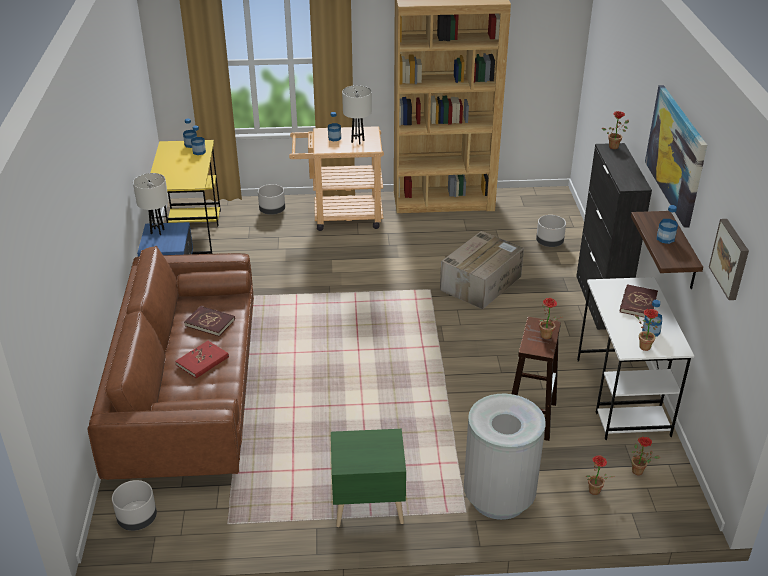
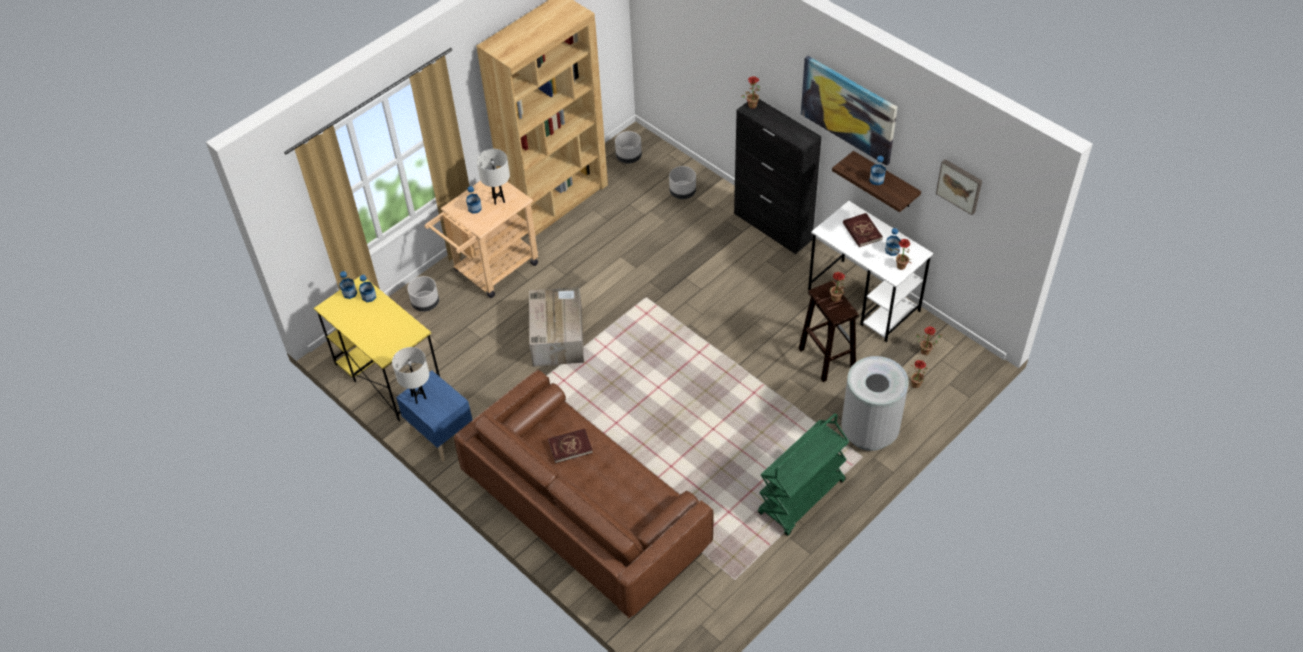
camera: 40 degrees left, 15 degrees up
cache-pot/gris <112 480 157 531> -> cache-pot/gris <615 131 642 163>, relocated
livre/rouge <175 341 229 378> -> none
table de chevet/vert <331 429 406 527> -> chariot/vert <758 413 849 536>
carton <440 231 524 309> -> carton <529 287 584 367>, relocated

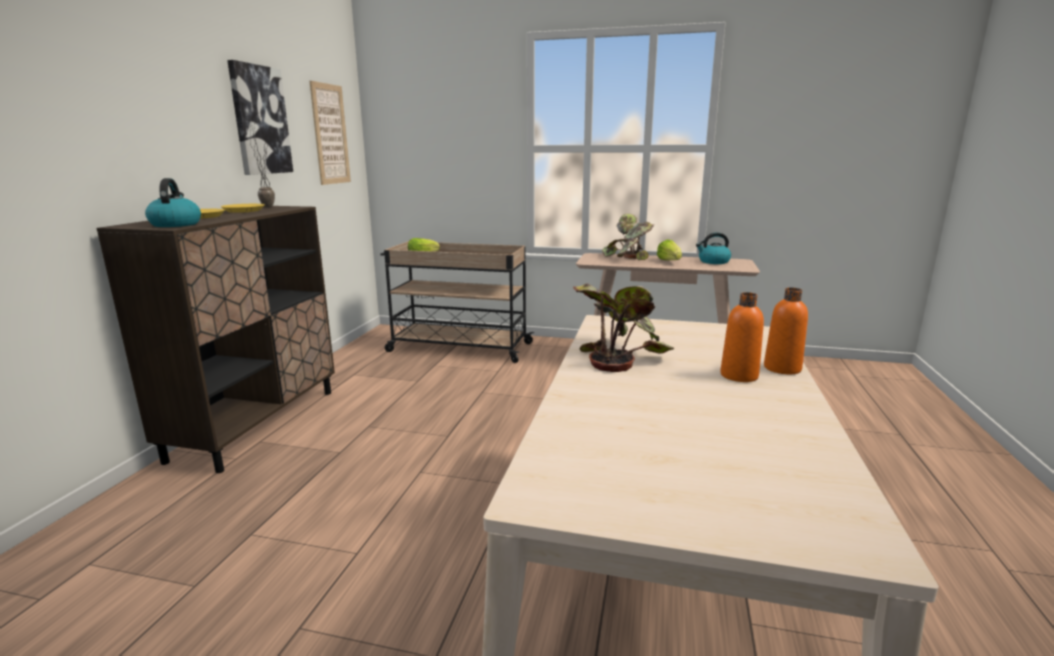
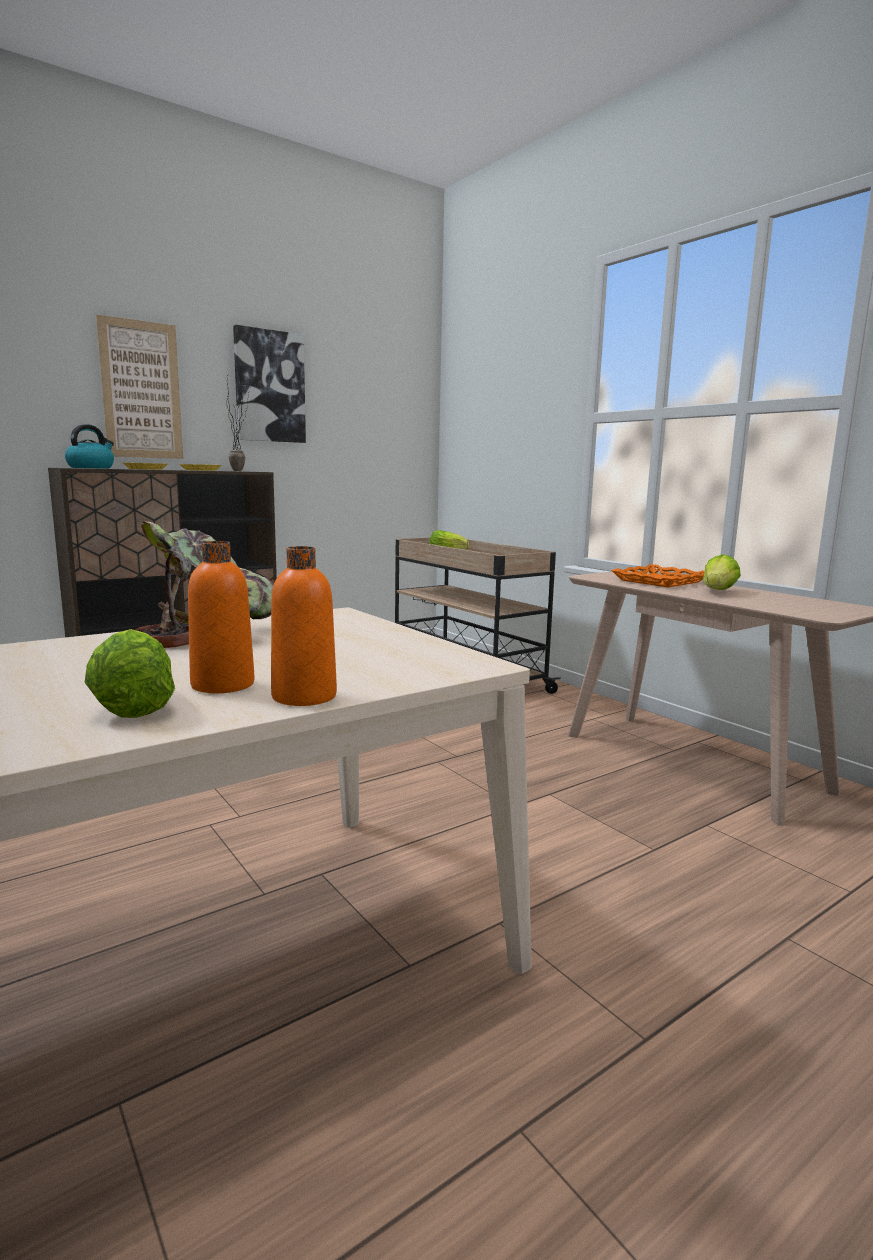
camera: 40 degrees right, 5 degrees down
tableau <310 81 351 185> -> tableau <96 314 183 459>, relocated
plante en pot <602 213 654 260> -> plateau/orange <611 564 705 588>
bouilloire <696 232 731 264> -> none
none -> laitue <85 629 175 718>

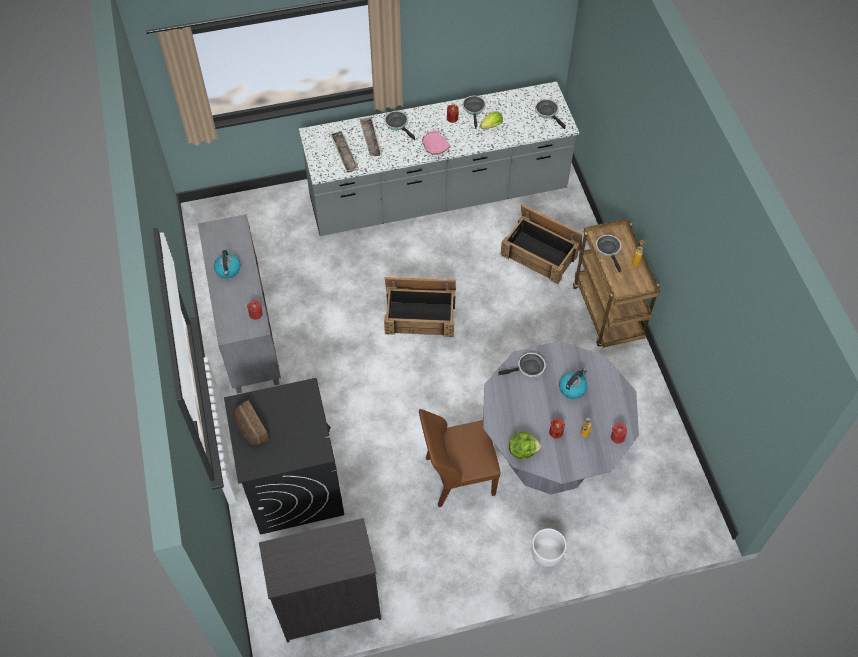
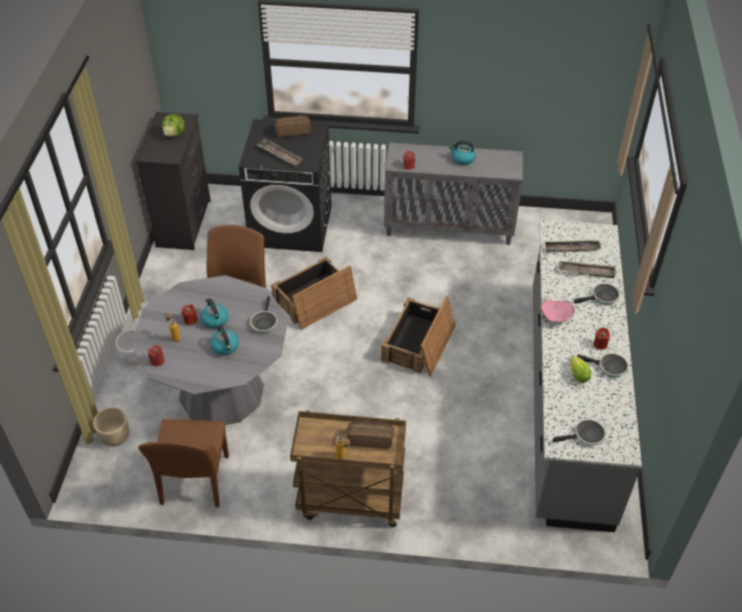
camera: 110 degrees right, 10 degrees down
caisse <500 204 582 284> -> caisse <271 256 357 330>, relocated
laitue <509 431 541 459> -> laitue <162 114 185 137>, relocated
poêle <596 235 621 273> -> pain <347 420 394 449>
none -> cache-pot/beige <93 407 129 447>
none -> chaise/marron <138 419 229 507>
none -> bouilloire <200 298 228 329>
none -> plateau <257 139 302 167>

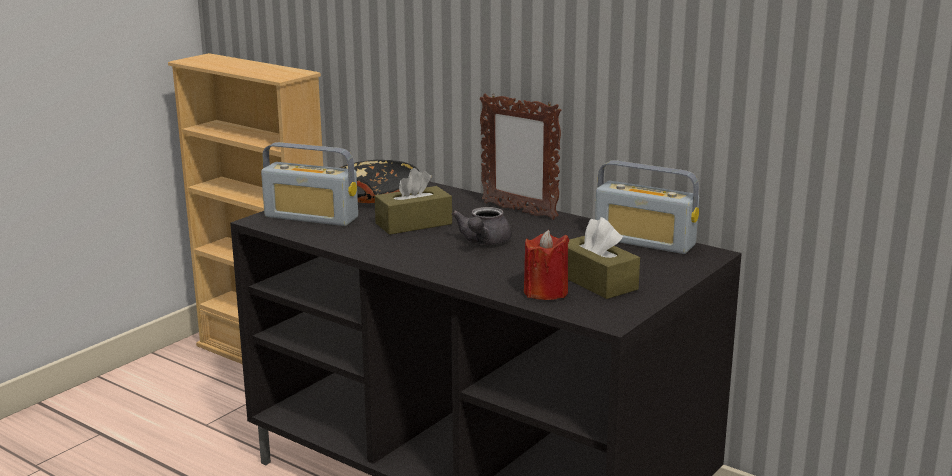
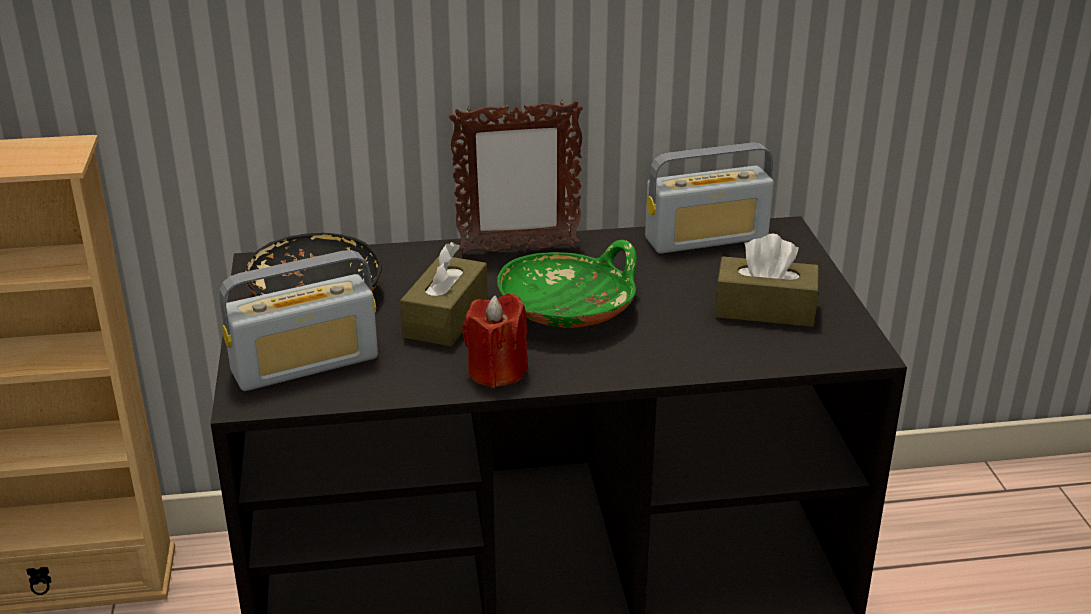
camera: 45 degrees left, 10 degrees up
théière/gris <452 207 512 245> -> bol/vert <497 240 637 328>
bougie/rouge <524 230 569 300> -> bougie/rouge <462 293 528 388>, relocated

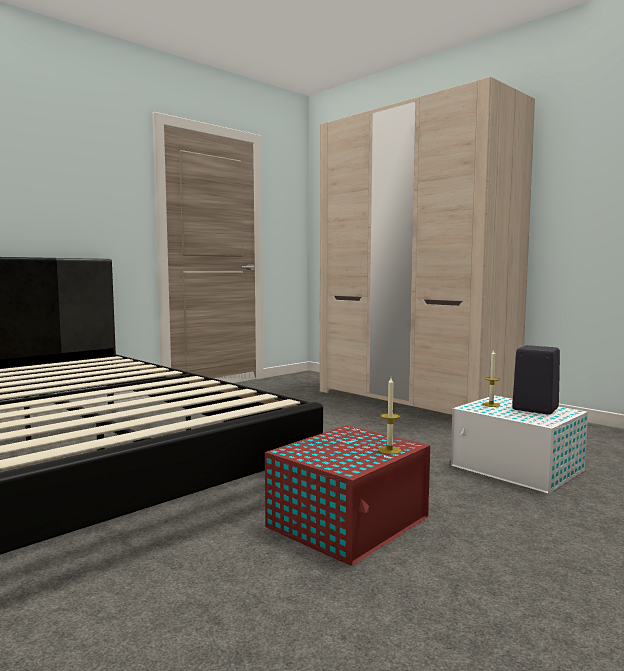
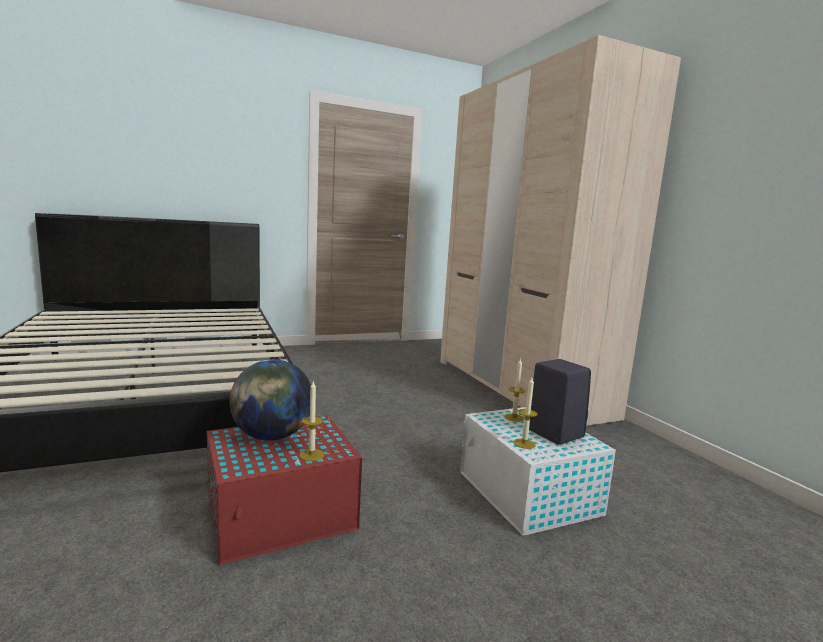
camera: 20 degrees right, 5 degrees up
none -> globe <230 359 311 441>
none -> bougie <514 378 538 449>

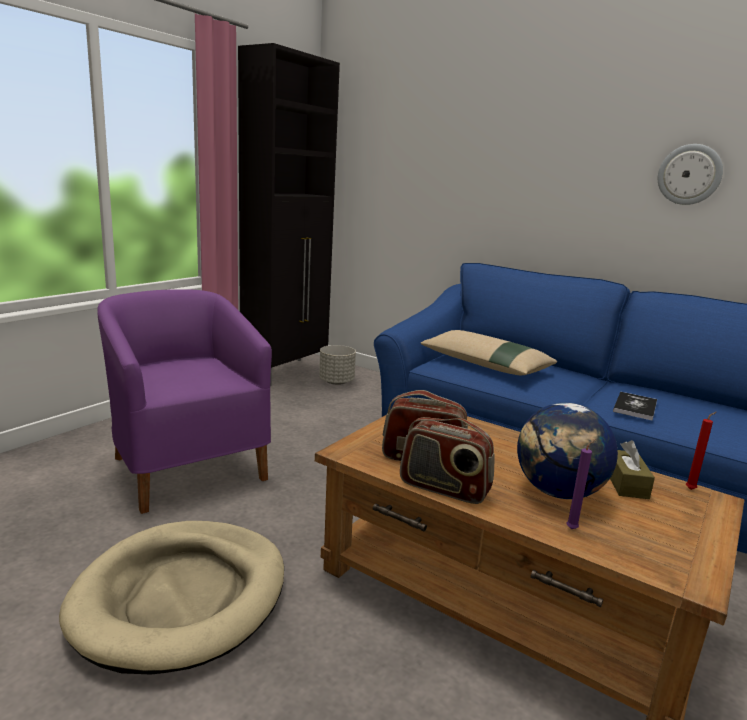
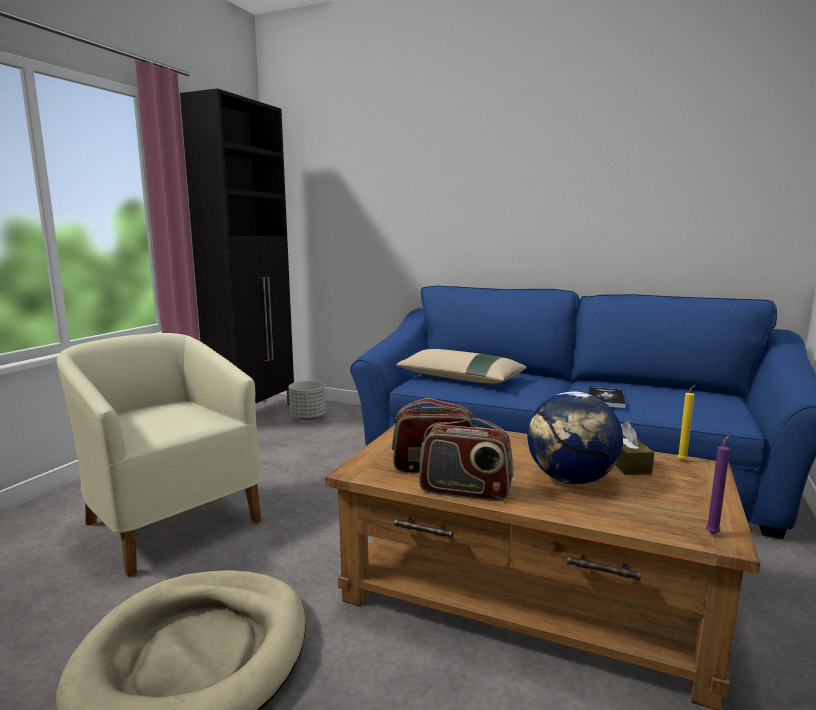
camera: 10 degrees left, 5 degrees down
fauteuil/violet <97 289 272 514> -> fauteuil/beige <57 333 261 577>
bougie/violet <567 439 596 529> -> bougie/violet <706 435 730 534>, relocated
horloge murale <658 144 723 205> -> none
bougie/rouge <686 412 716 490> -> bougie/jaune <678 385 695 461>

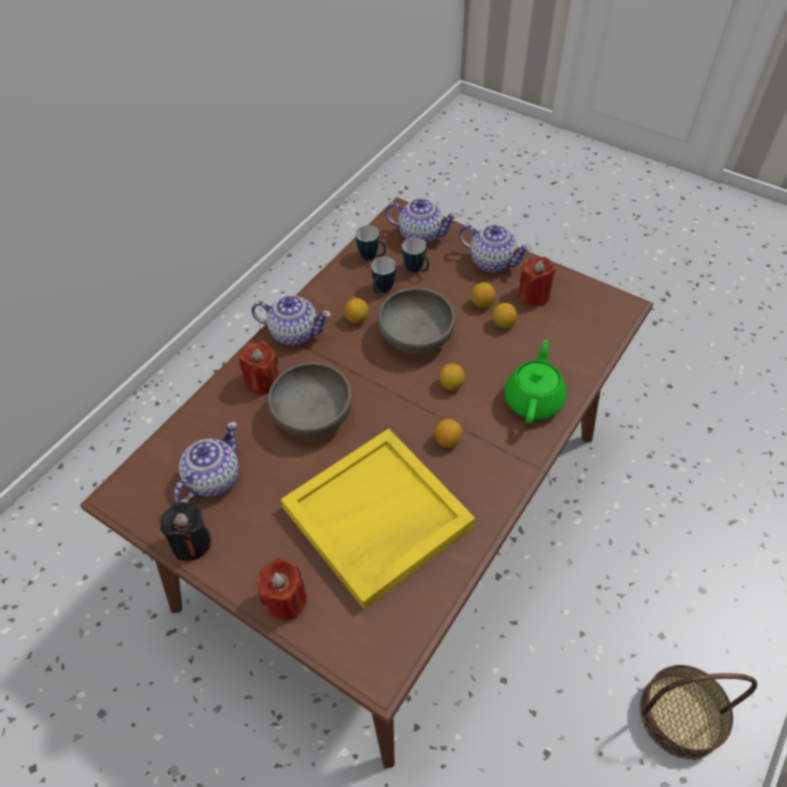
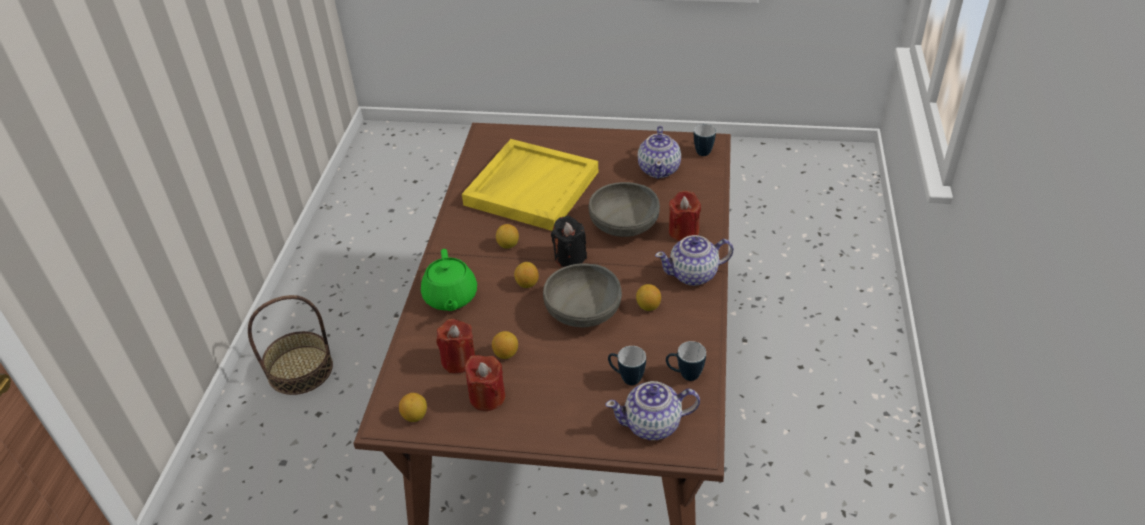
camera: 155 degrees right, 10 degrees down
bougie/noir <160 502 211 561> -> bougie/noir <551 216 587 267>, relocated
bougie/rouge <257 558 307 620> -> bougie/rouge <436 319 475 373>, relocated
mug <371 257 396 294> -> mug <694 124 716 156>, relocated
théière <459 224 531 273> -> none
citron <471 282 496 308> -> citron <399 393 427 422>, relocated

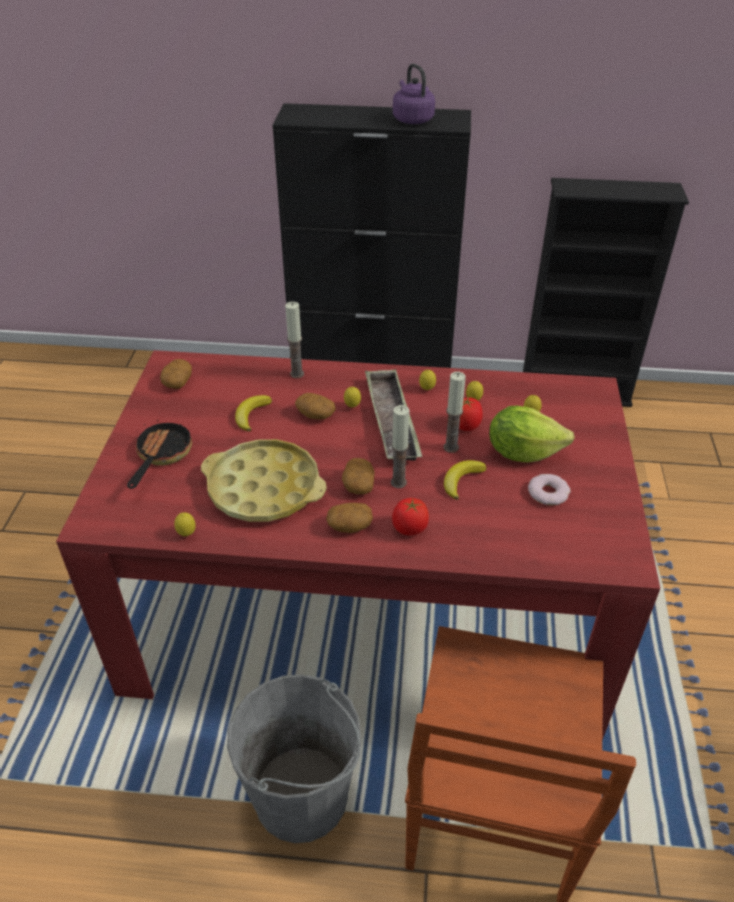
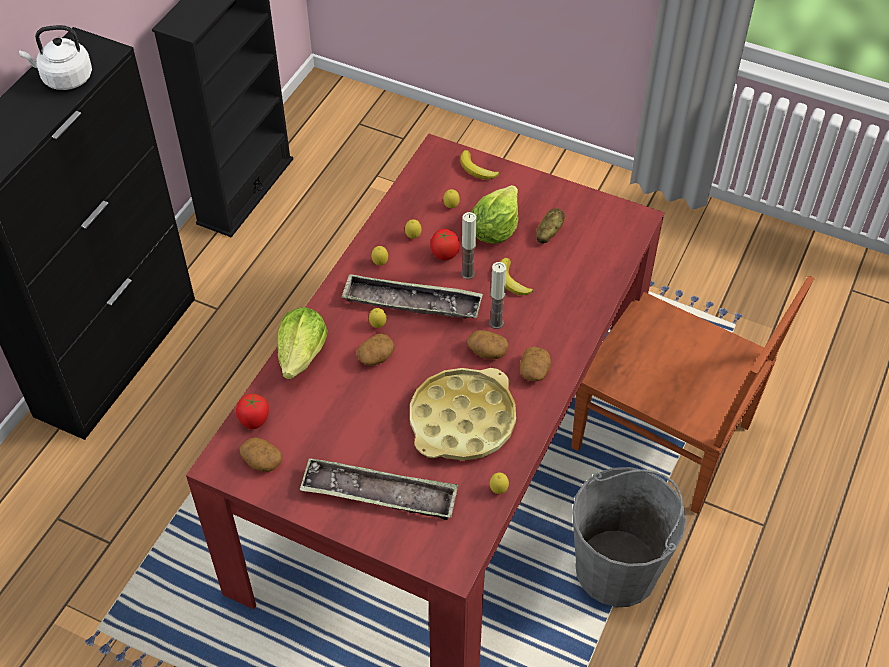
camera: 70 degrees left, 10 degrees up
poêle <127 419 192 489> -> plateau <300 458 458 520>
banane <235 395 272 432> -> banane <460 150 499 180>, relocated
bougie <285 302 304 378> -> laitue <277 307 328 379>
tomate <392 498 429 535> -> tomate <236 394 269 429>, relocated
bouilloire/violet <393 63 435 124> -> bouilloire/blanc <19 25 92 90>
beignet <528 474 571 505> -> pomme de terre <536 208 565 244>

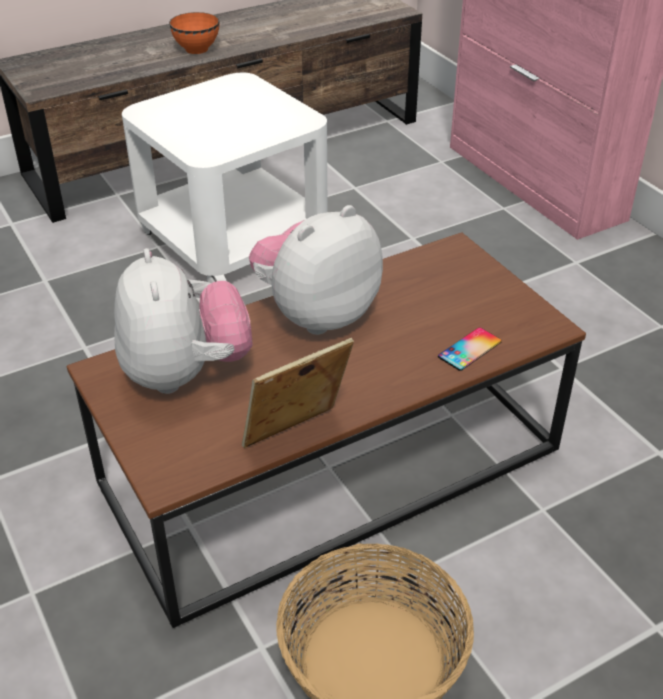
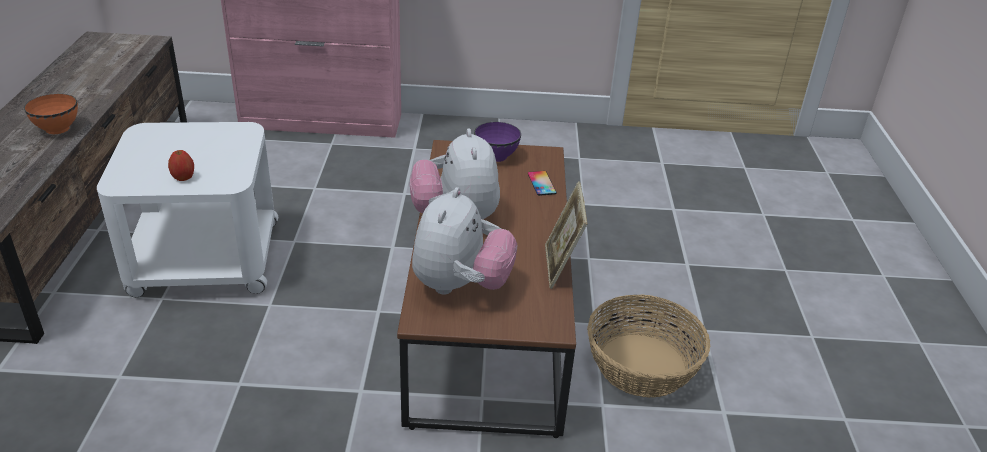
camera: 60 degrees left, 5 degrees down
peluche <114 248 253 394> -> peluche <412 187 518 295>, 90 degrees clockwise
none -> pomme <168 150 194 181>
none -> bol/violet <474 122 521 162>

